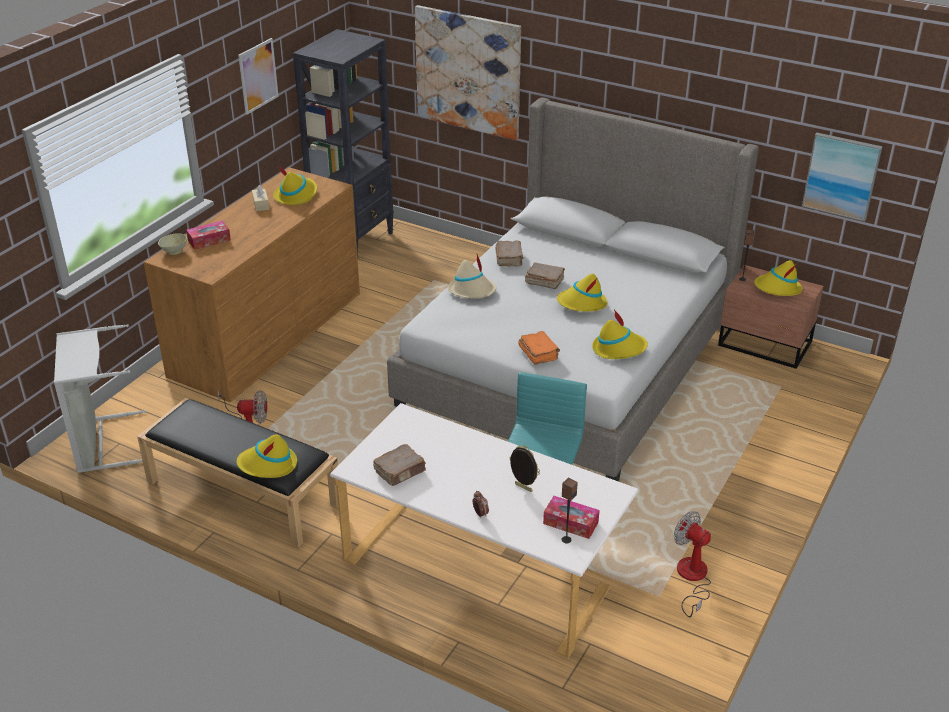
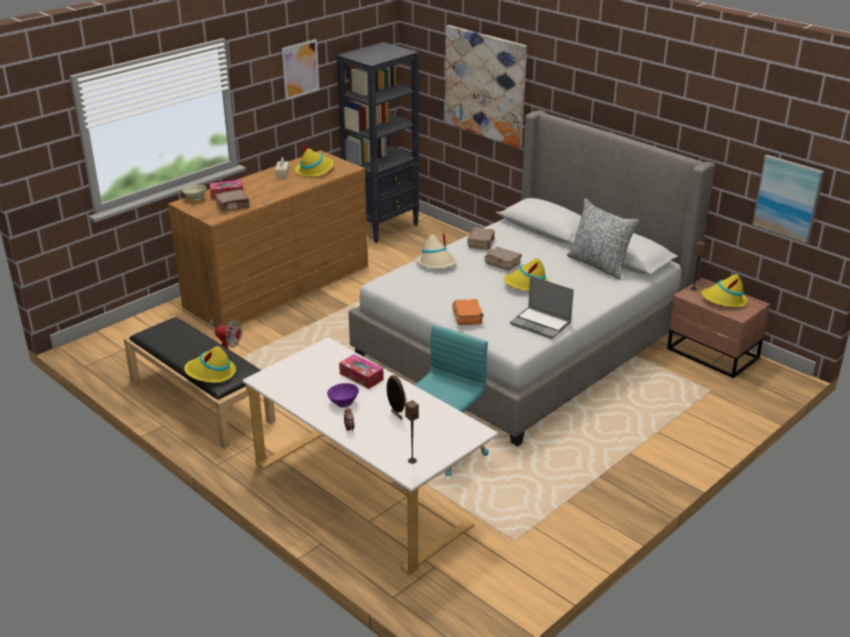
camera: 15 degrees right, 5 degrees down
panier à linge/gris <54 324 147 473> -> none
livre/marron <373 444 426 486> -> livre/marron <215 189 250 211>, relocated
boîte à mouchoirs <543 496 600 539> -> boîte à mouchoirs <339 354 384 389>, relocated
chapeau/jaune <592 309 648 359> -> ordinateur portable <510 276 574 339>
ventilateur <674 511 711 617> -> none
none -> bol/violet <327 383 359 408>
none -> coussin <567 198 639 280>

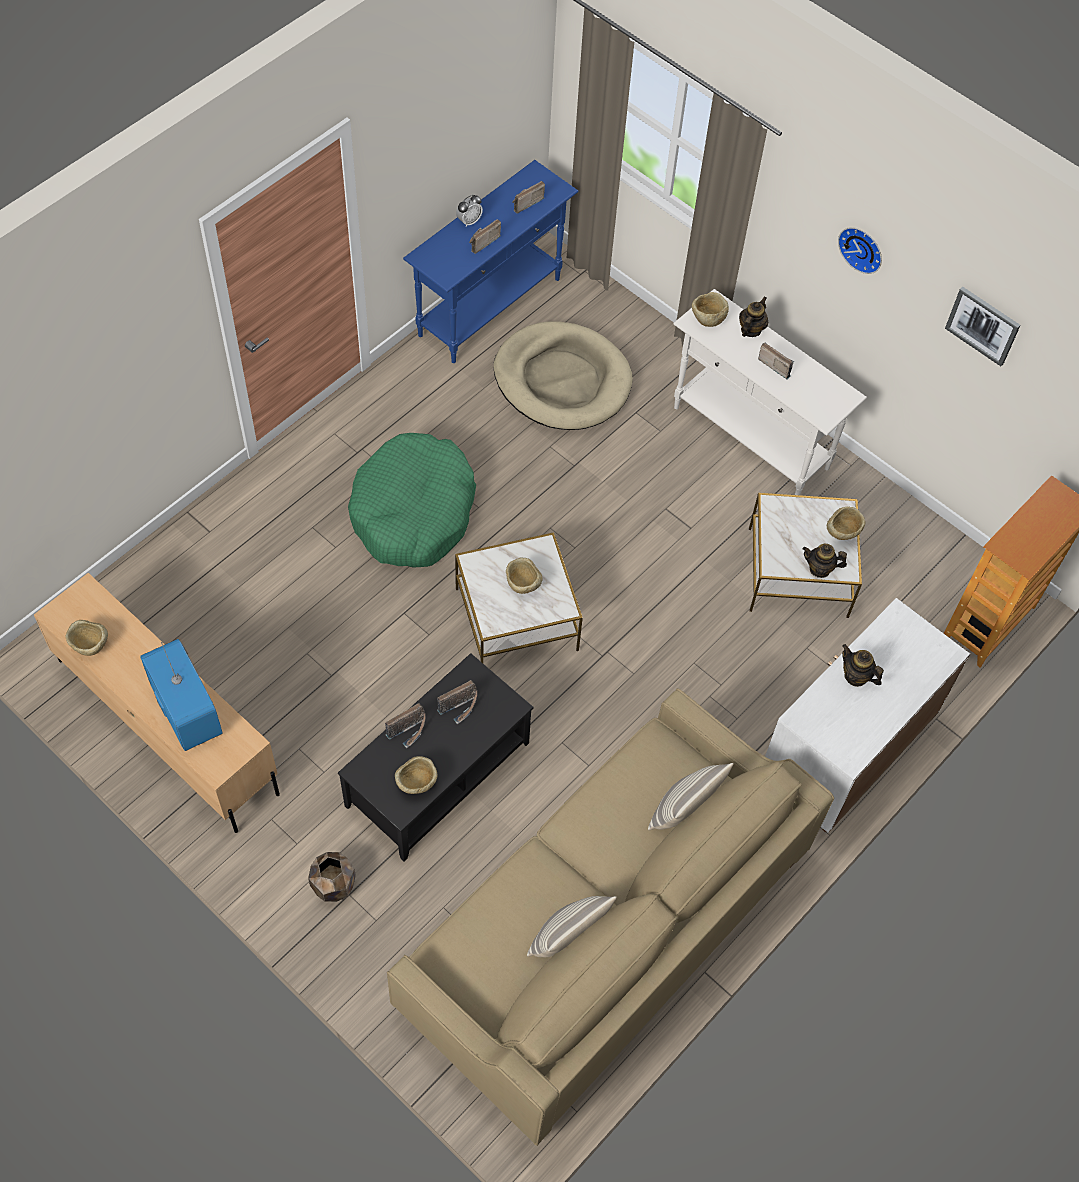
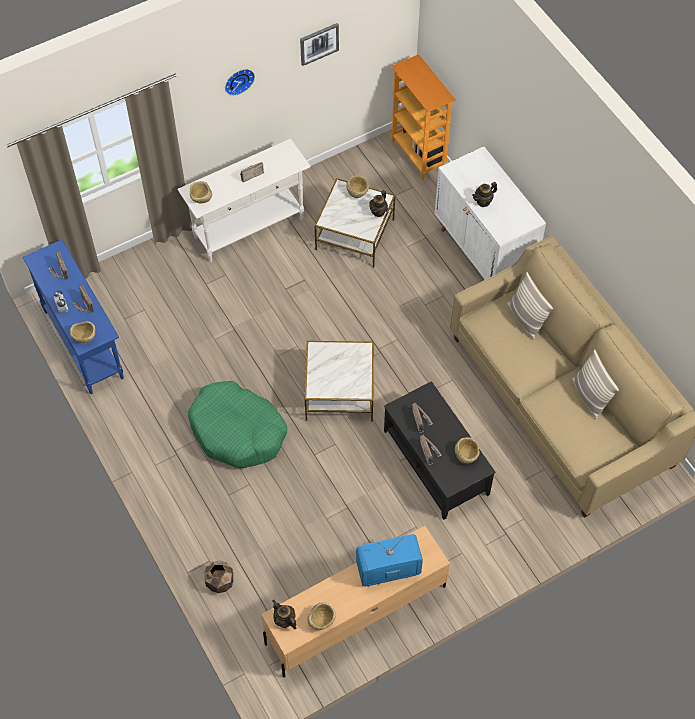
camera: 70 degrees left, 0 degrees up
cache-pot/marron <308 852 356 902> -> cache-pot/marron <205 561 233 593>, relocated
panier pour chien/beige <494 321 633 430> -> none
bol/beige <506 557 542 594> -> bol/beige <70 321 96 343>, relocated
théière <739 296 768 337> -> théière <273 600 297 629>, relocated

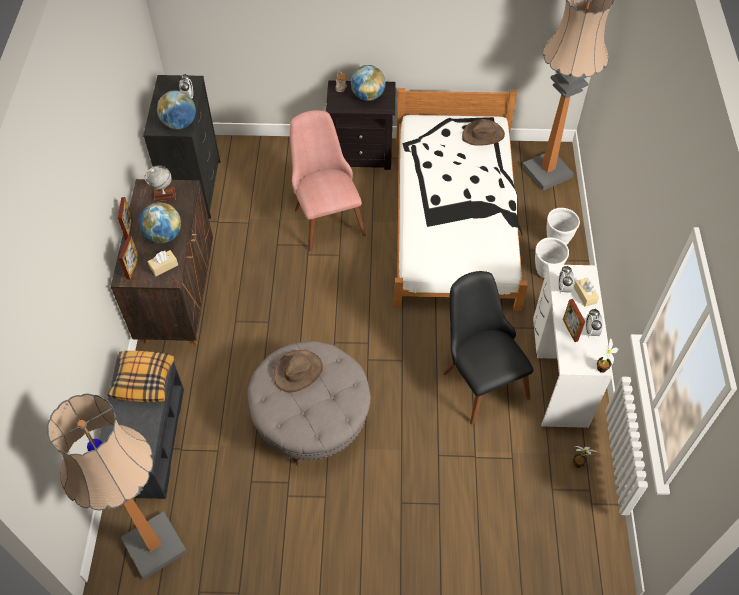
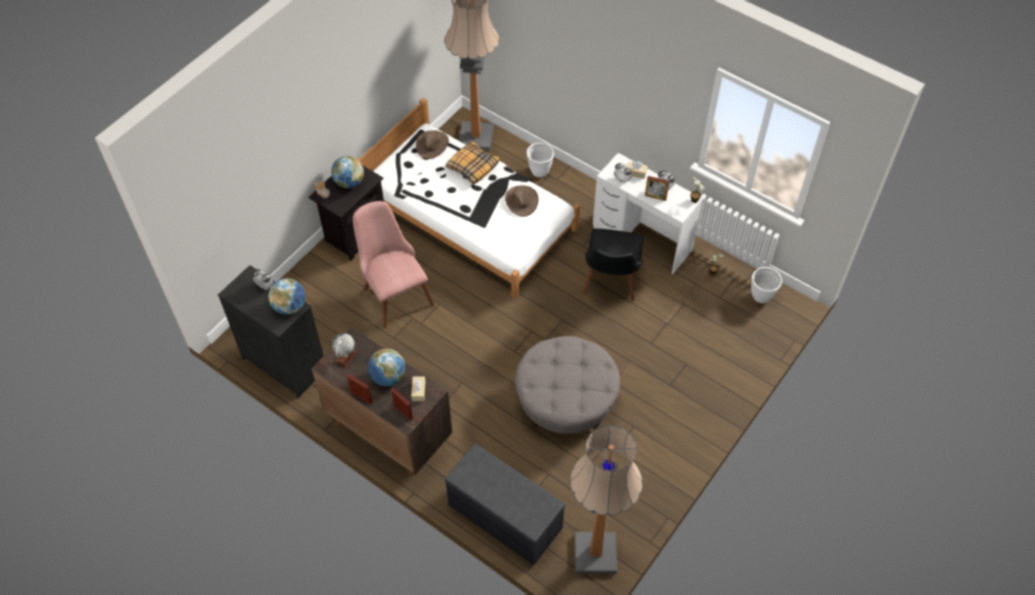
camera: 55 degrees left, 0 degrees up
coussin <107 351 175 402> -> coussin <446 141 500 185>, relocated
chapeau/marron <274 350 323 392> -> chapeau/marron <505 185 539 217>, relocated
chaise/rose <290 110 366 251> -> chaise/rose <353 201 434 328>, 45 degrees clockwise
chaise/noir <443 271 533 425> -> chaise/noir <583 229 643 301>, 90 degrees counterclockwise
cache-pot/blanc <535 237 569 278> -> cache-pot/blanc <751 267 782 303>, relocated

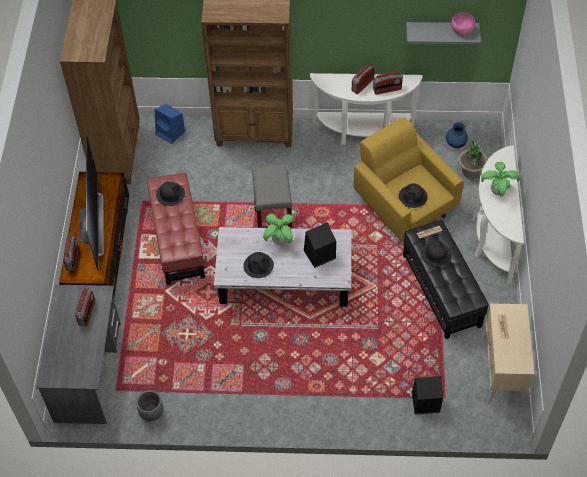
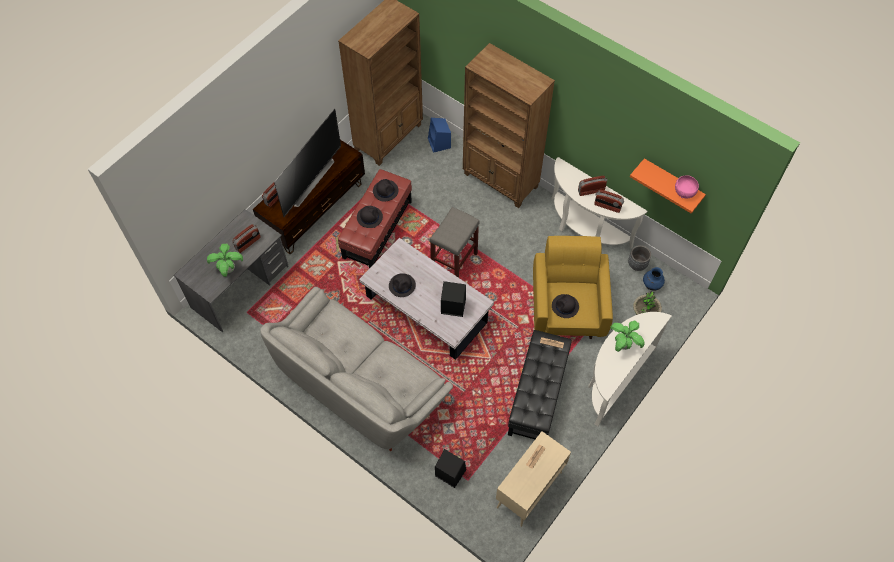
camera: 35 degrees right, 5 degrees up
cache-pot/gris <136 390 163 421> -> cache-pot/gris <628 245 651 271>, relocated
plante en pot <263 214 295 244> -> plante en pot <207 243 243 277>, relocated
étagère/gris <406 22 481 45> -> étagère/orange <630 158 706 214>
chapeau/noir <421 241 451 267> -> chapeau/noir <357 206 383 228>, relocated
none -> canapé/gris <260 287 453 451>

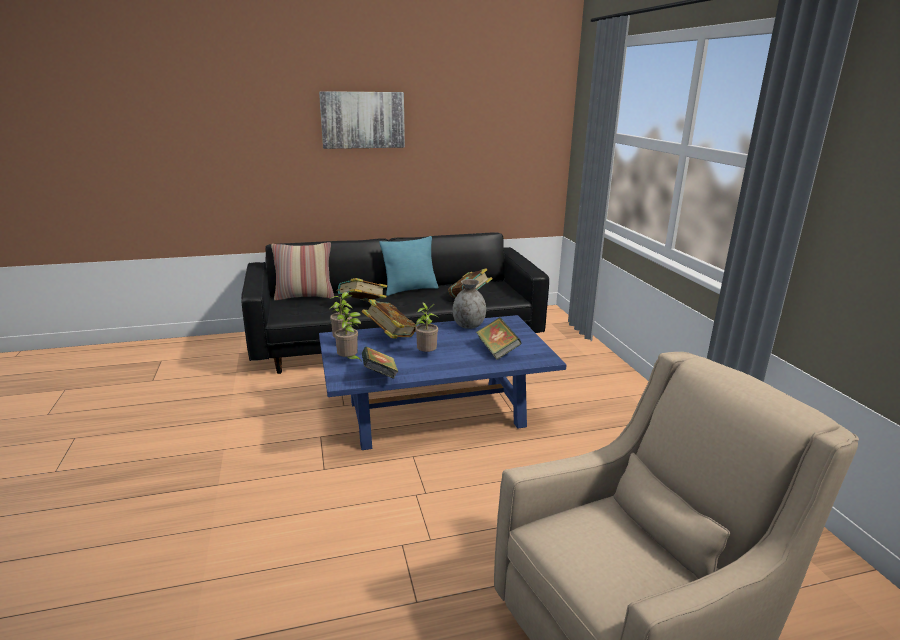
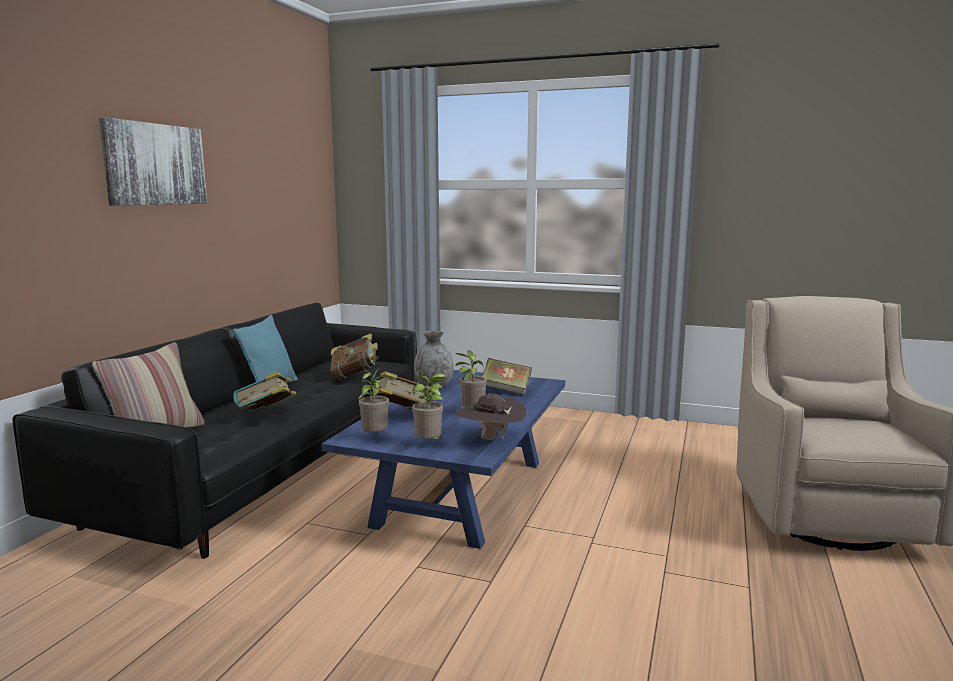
camera: 55 degrees left, 10 degrees down
livre <362 347 399 379> -> chapeau/marron <456 393 527 440>

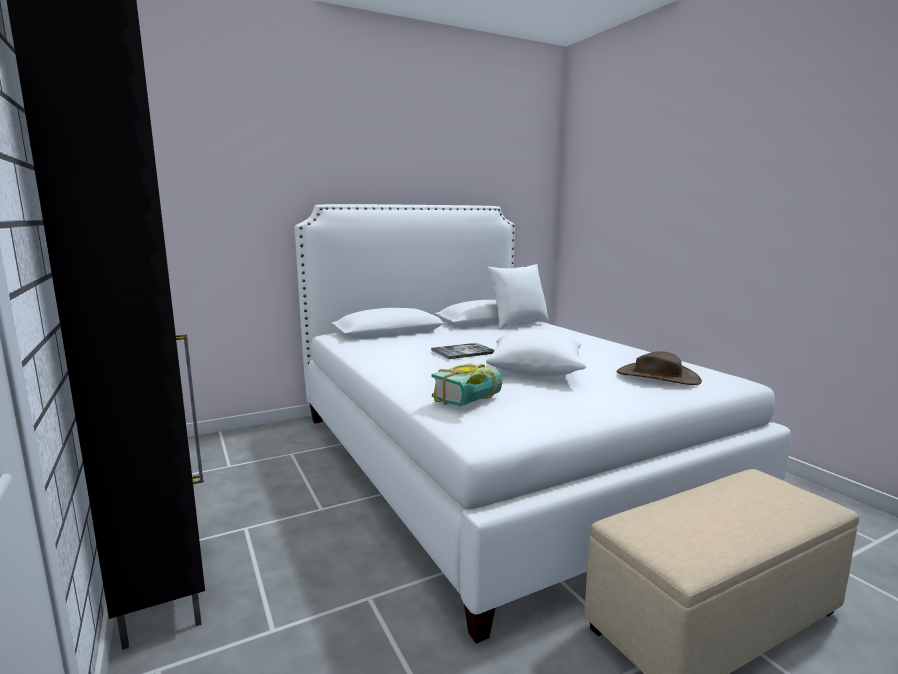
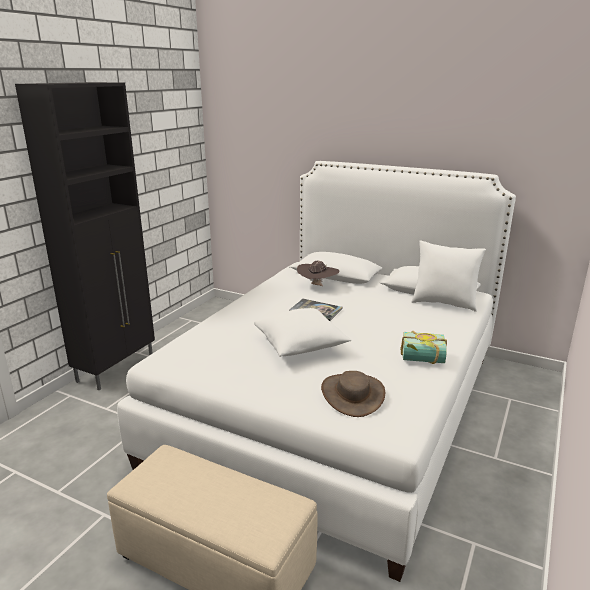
camera: 55 degrees right, 10 degrees up
livre <432 363 502 407> -> livre <400 331 447 364>, relocated
none -> chapeau/marron <297 260 339 286>

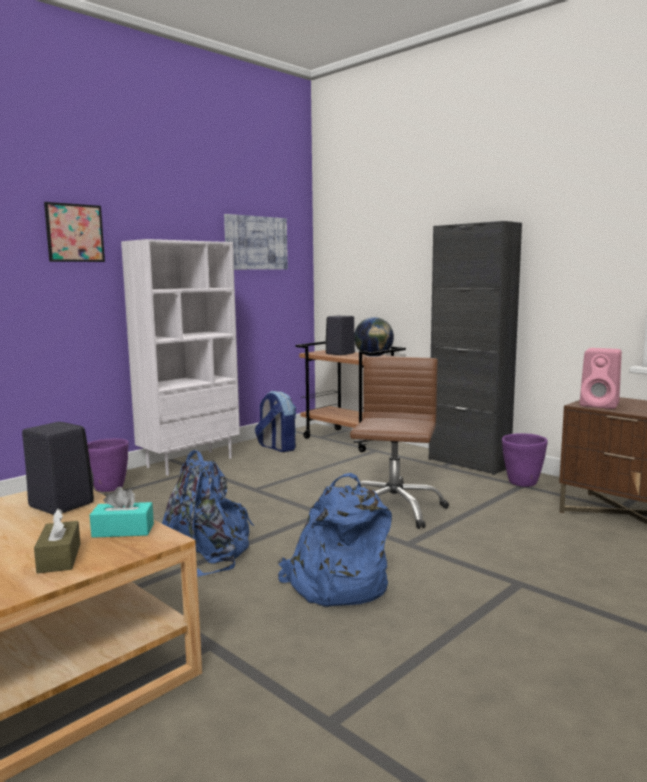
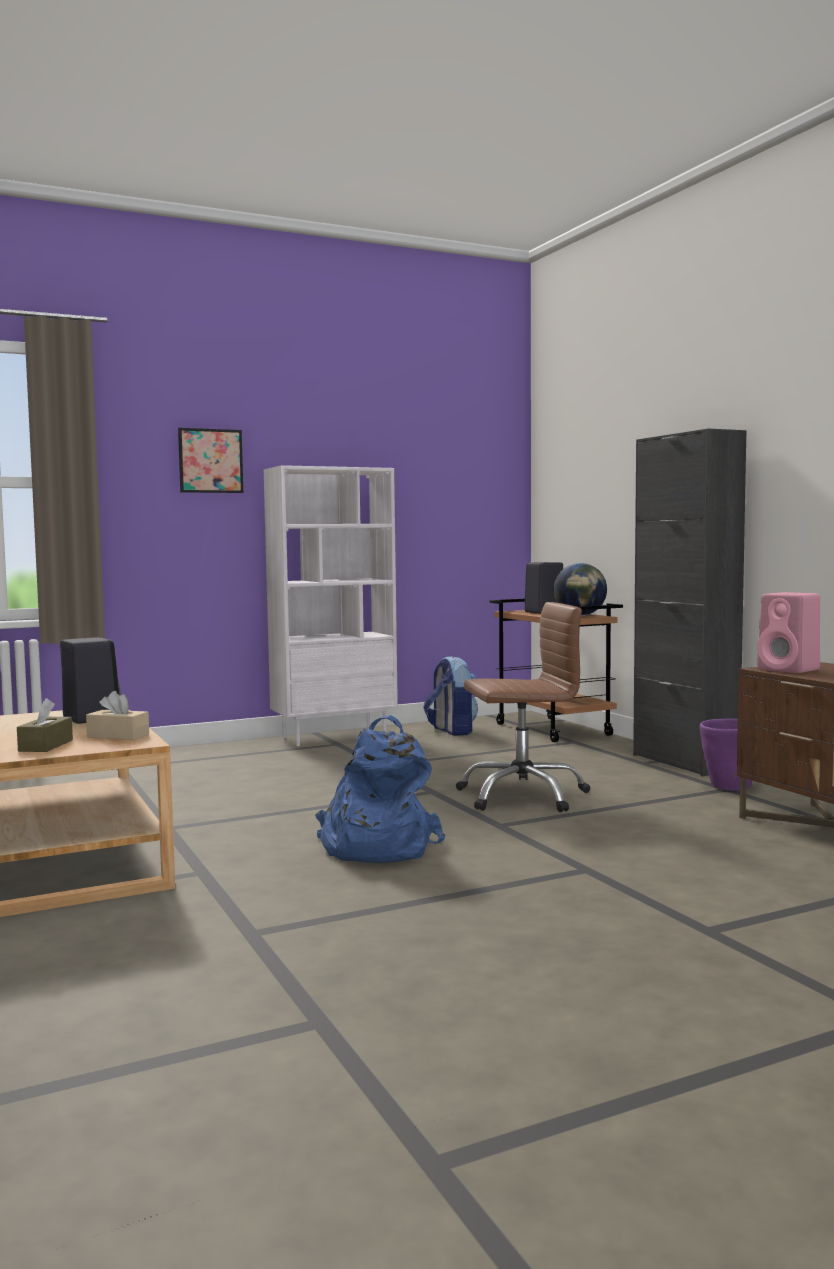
camera: 20 degrees right, 5 degrees down
cache-pot/violet <87 438 129 492> -> none
boîte à mouchoirs/turquoise <90 487 154 538> -> boîte à mouchoirs/beige <86 691 149 740>
sac à dos/bleu <162 450 254 577> -> none
tableau <224 214 288 270> -> none
chaise de bureau/marron <350 357 449 529> -> chaise de bureau/marron <456 602 590 812>, 45 degrees clockwise

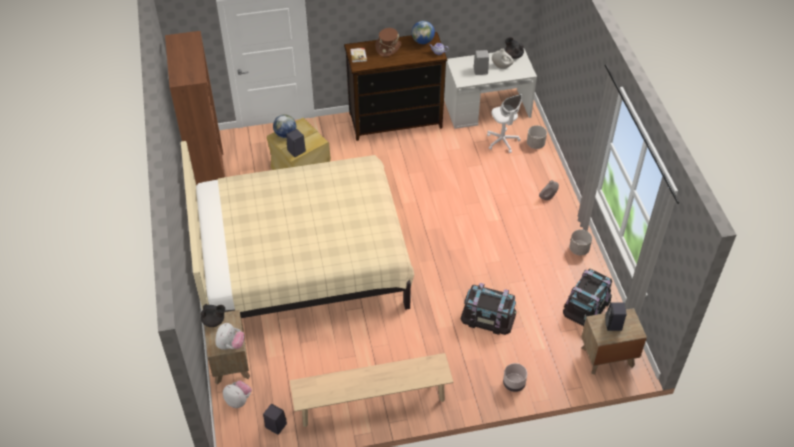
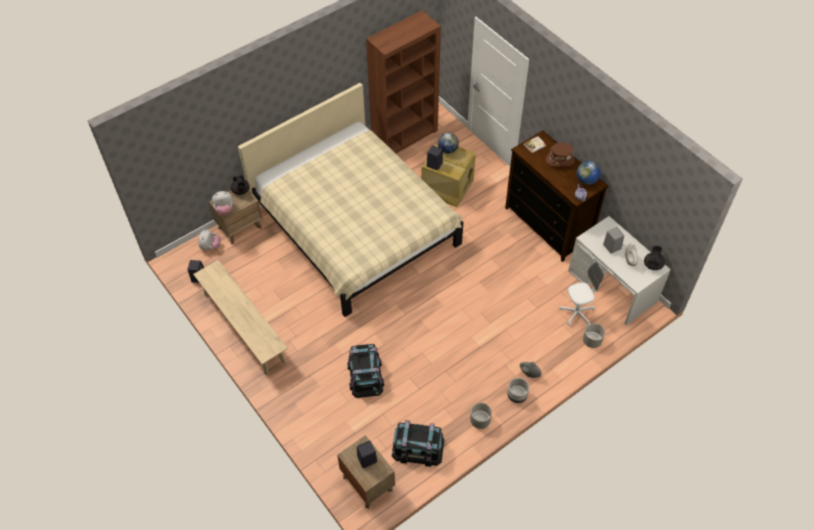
camera: 65 degrees right, 5 degrees up
chaise de bureau/blanc <487 94 522 153> -> chaise de bureau/blanc <559 262 605 326>, 150 degrees counterclockwise
cache-pot/gris <503 363 527 392> -> cache-pot/gris <507 378 529 403>, relocated

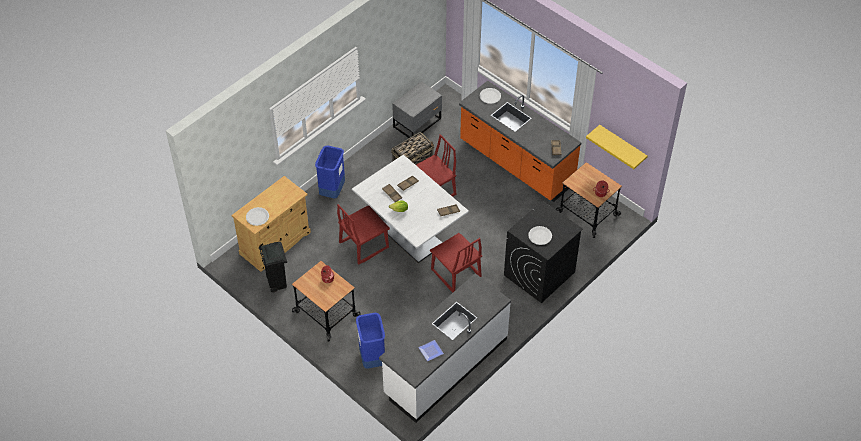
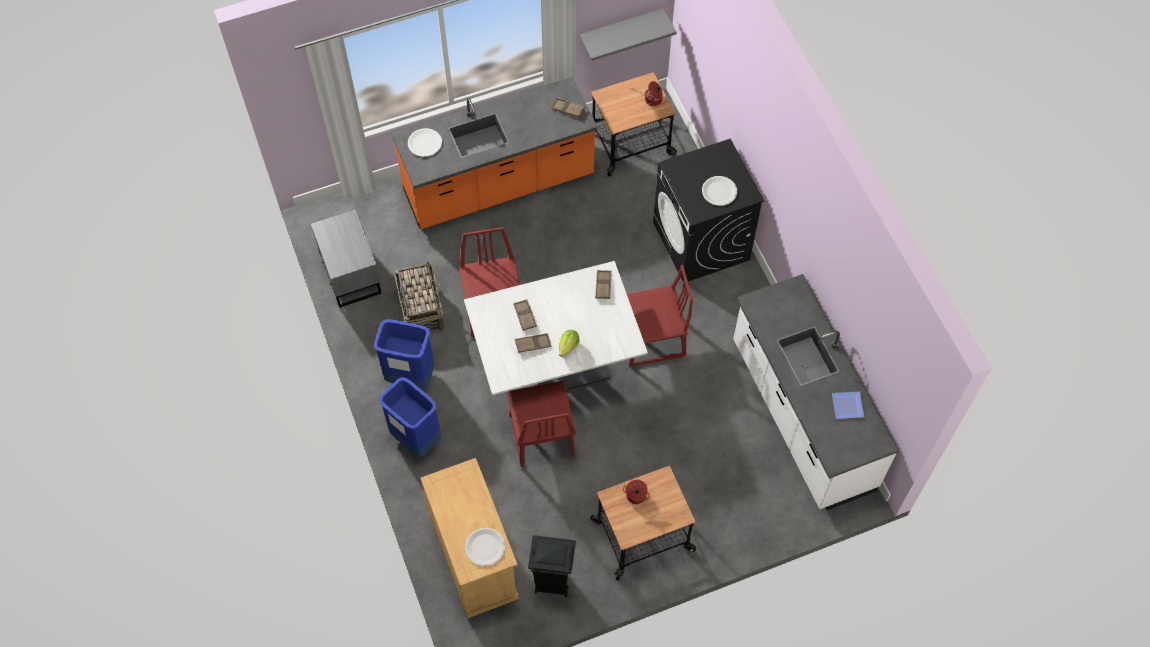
camera: 65 degrees left, 10 degrees up
poubelle/bleu <356 313 385 369> -> poubelle/bleu <374 319 434 389>, relocated
étagère/jaune <586 125 648 169> -> étagère/gris <580 8 677 61>

